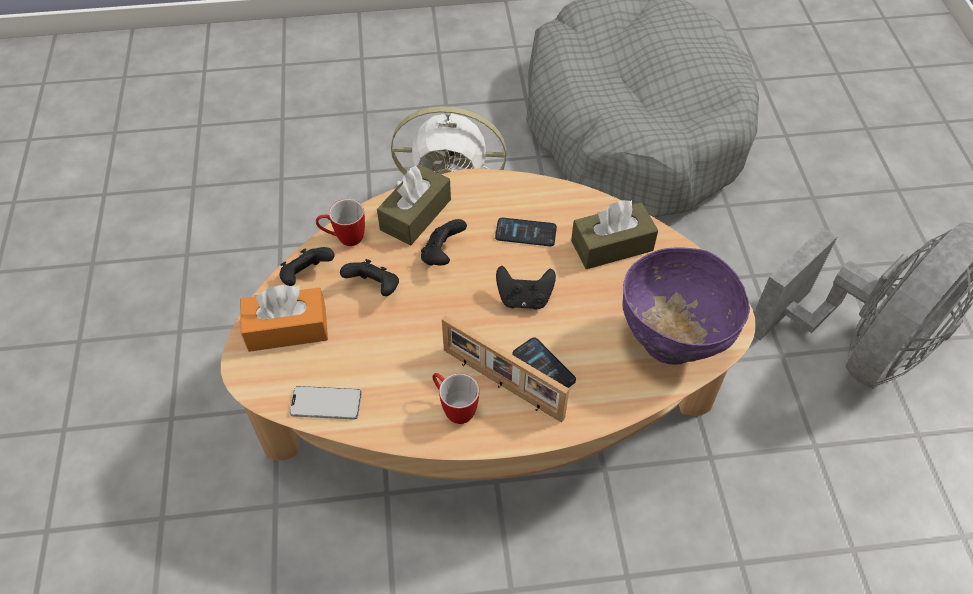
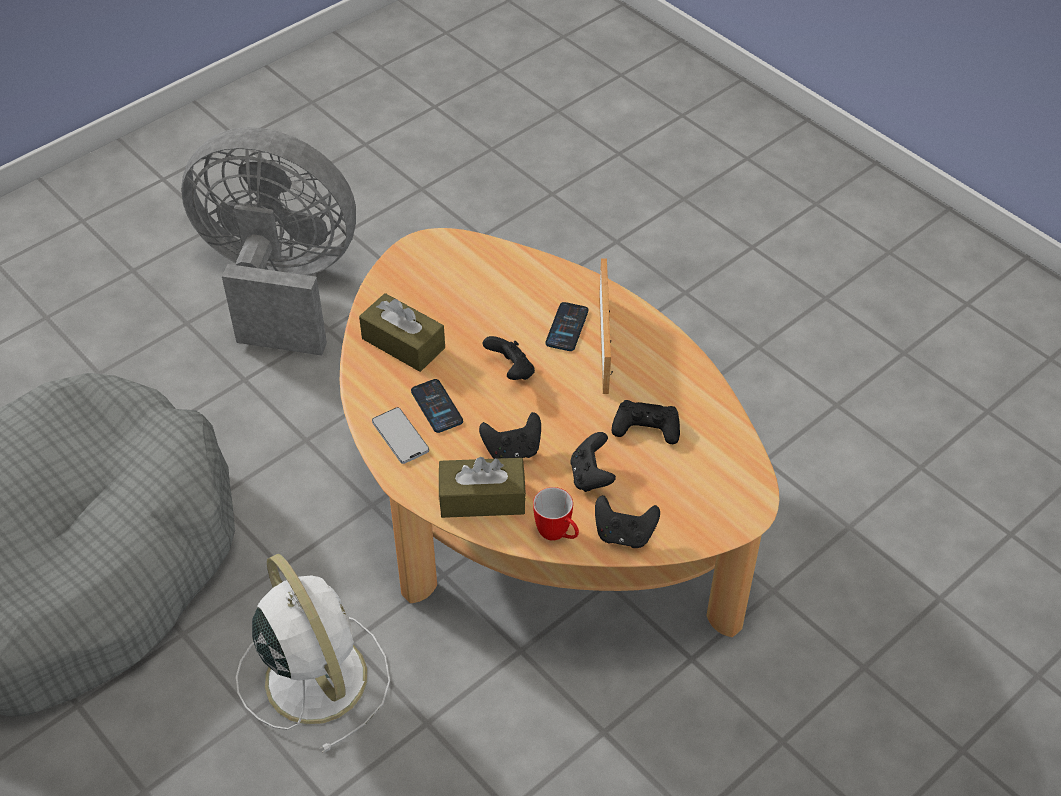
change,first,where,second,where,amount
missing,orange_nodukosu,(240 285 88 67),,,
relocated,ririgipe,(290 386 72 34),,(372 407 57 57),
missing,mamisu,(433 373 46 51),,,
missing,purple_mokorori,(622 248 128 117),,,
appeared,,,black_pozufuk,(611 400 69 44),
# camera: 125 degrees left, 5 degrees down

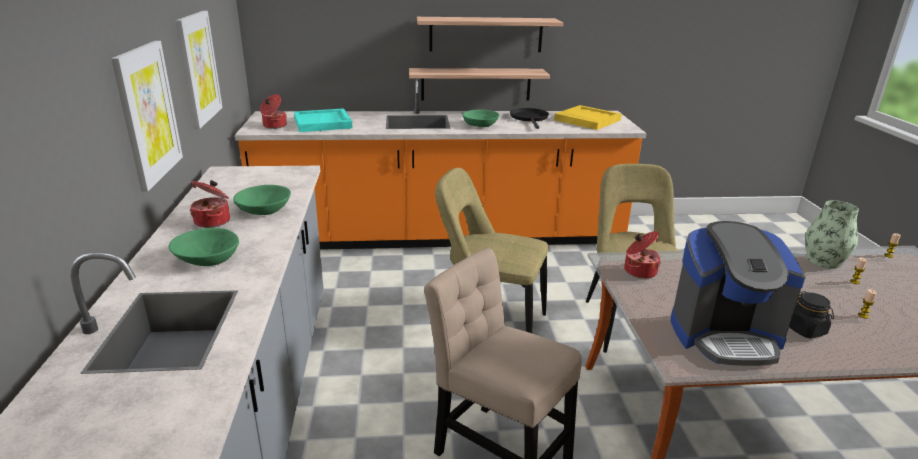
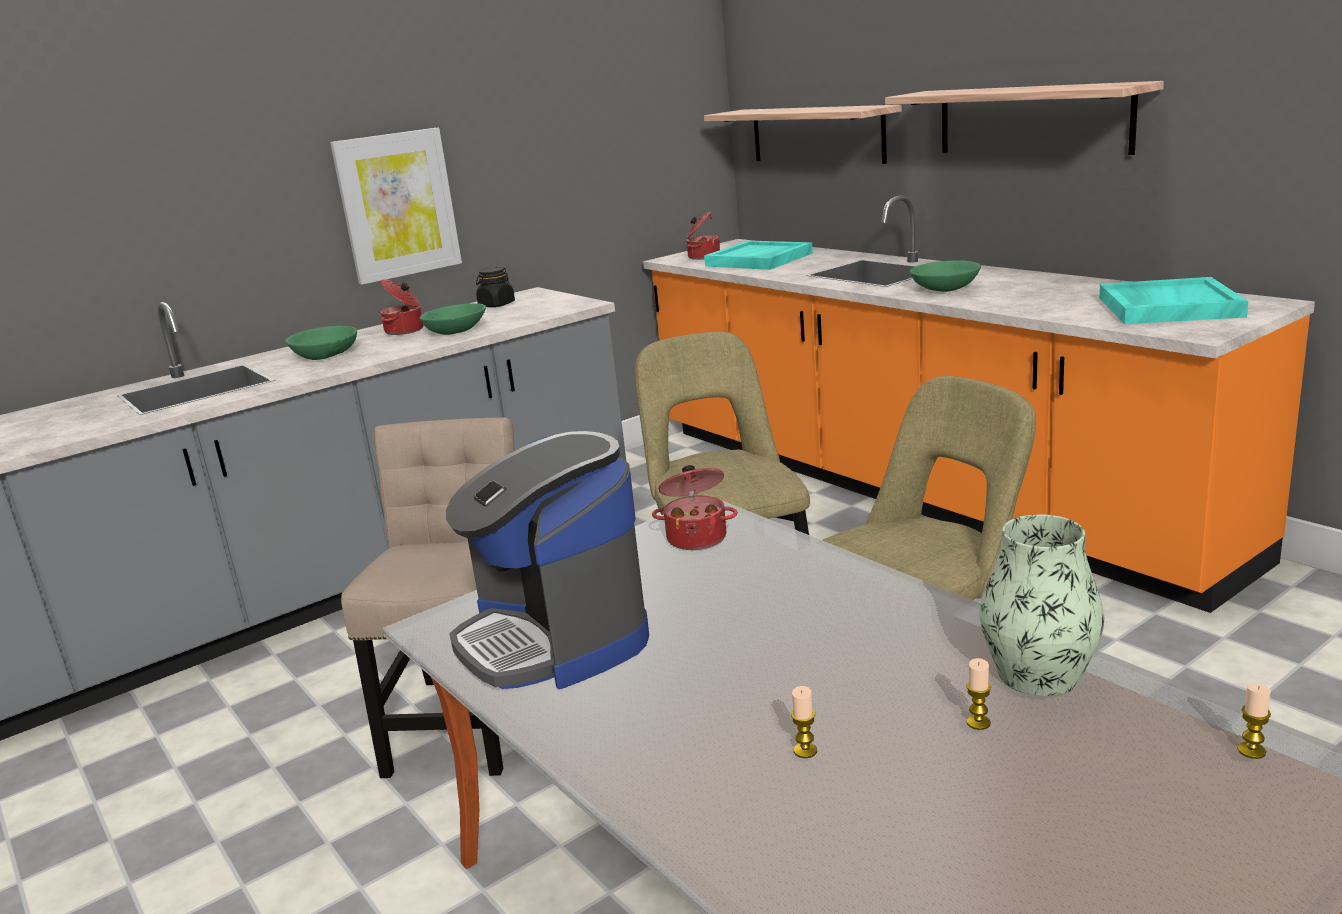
change,first,where,second,where,amount
missing,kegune,(176 11 47 118),,,
relocated,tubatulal,(409 68 141 33),,(704 105 198 59),
missing,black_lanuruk,(510 108 39 21),,,
colour,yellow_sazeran,(554 105 68 25),turquoise_sazeran,(1099 277 149 47),
relocated,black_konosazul,(789 291 45 48),,(476 267 39 40),
# camera: 60 degrees right, 5 degrees down

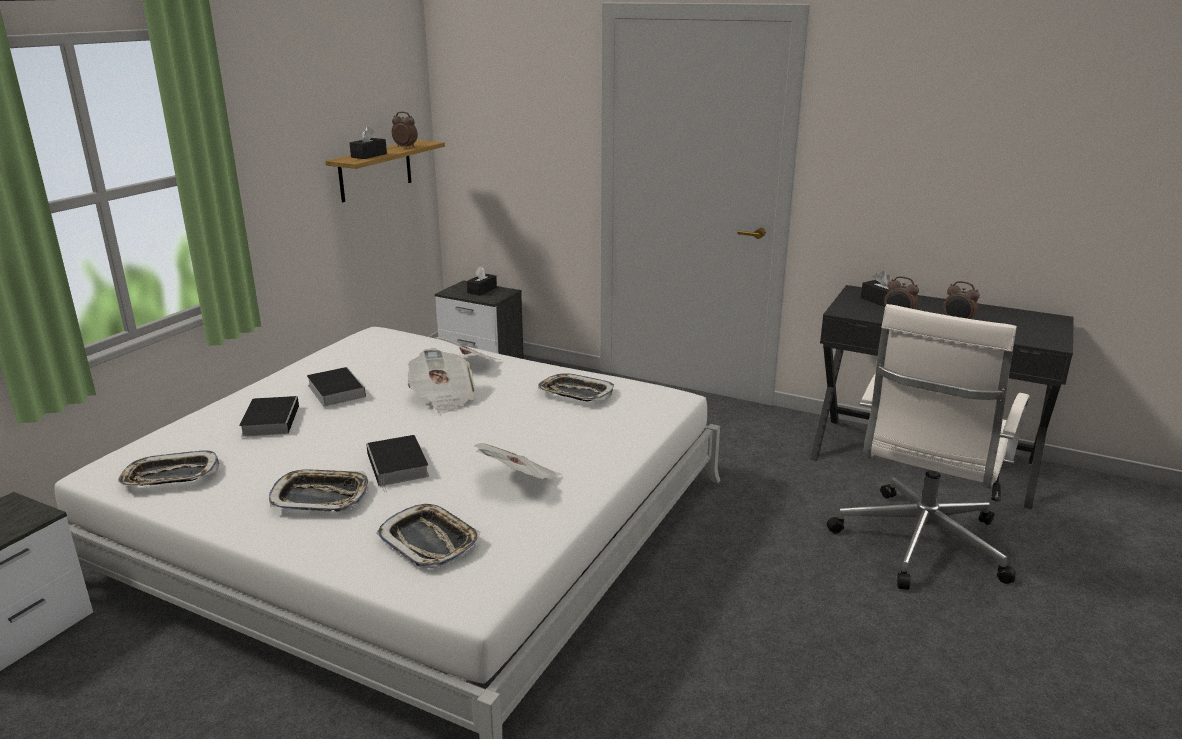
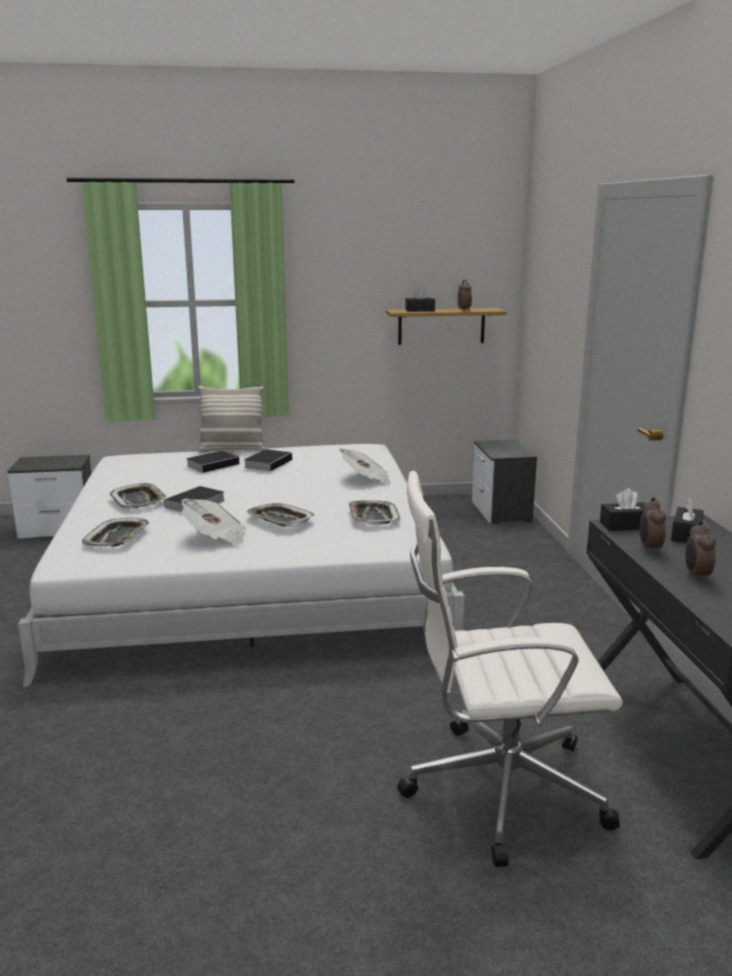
change,first,where,second,where,amount
relocated,sazeran,(118 450 102 36),,(246 503 70 23),
missing,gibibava,(408 348 68 65),,,
relocated,black_nodukosu,(467 266 30 30),,(600 488 46 43),
appeared,,,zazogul,(198 386 67 67),
# camera: 55 degrees right, 5 degrees down

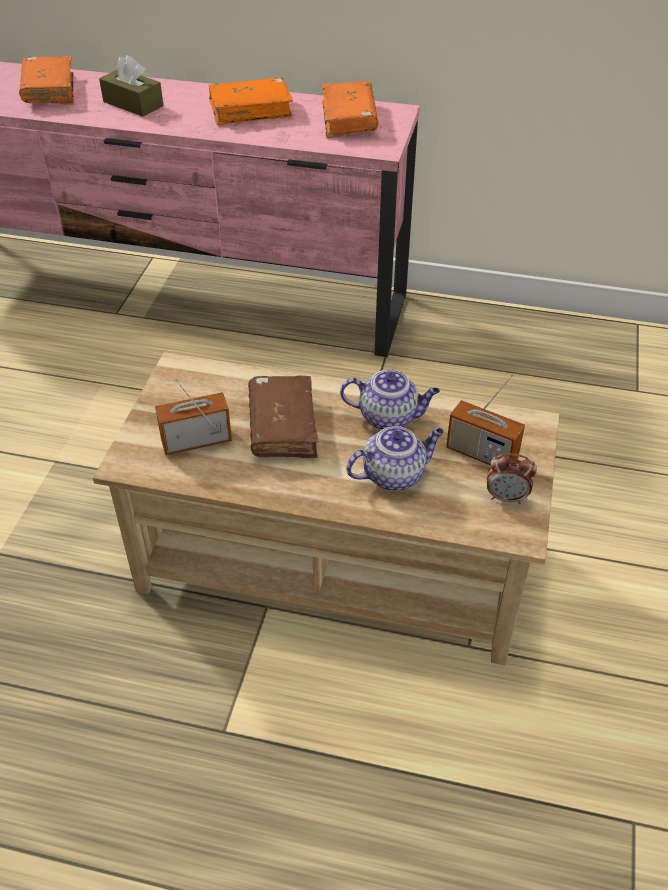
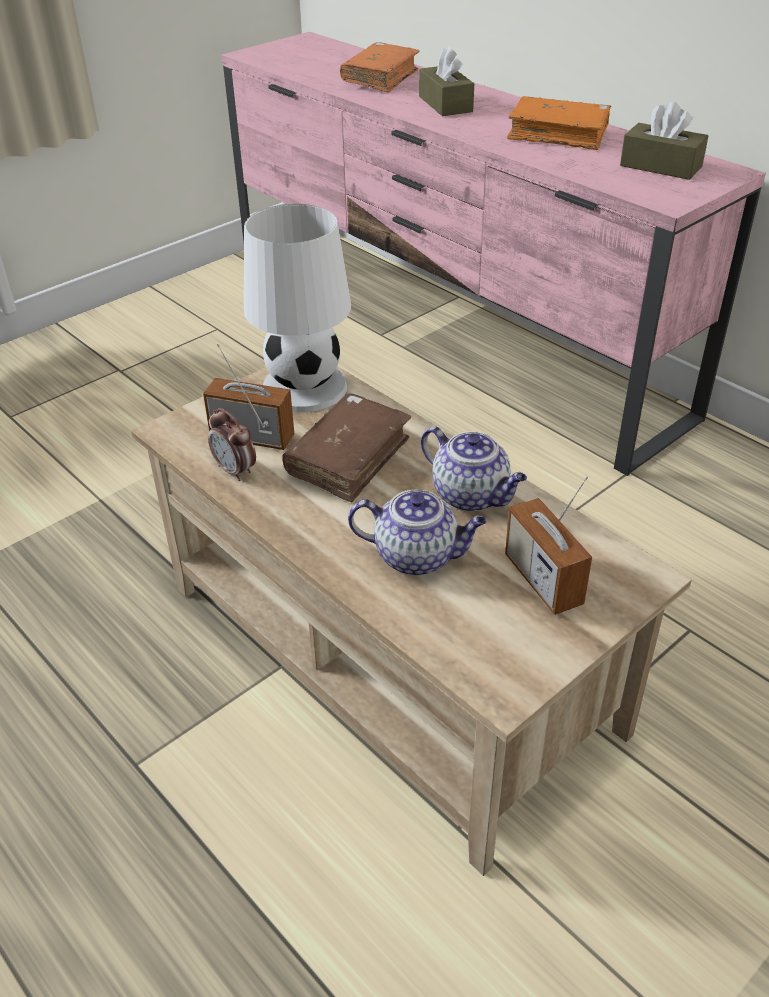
change,first,where,second,where,amount
exchanged,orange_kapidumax,(321 81 57 57),brown_nodukosu,(620 102 88 78),
relocated,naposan,(487 453 50 51),,(208 408 48 73),
appeared,,,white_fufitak,(244 204 107 209),
# camera: 35 degrees right, 5 degrees down

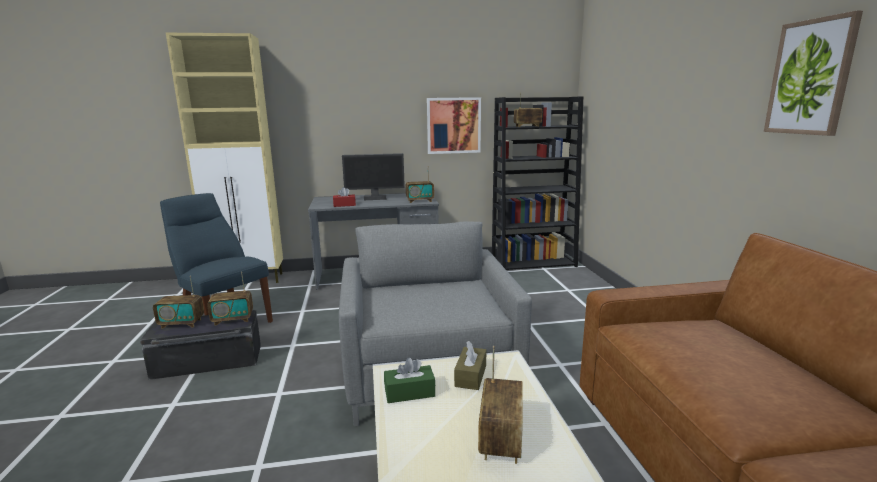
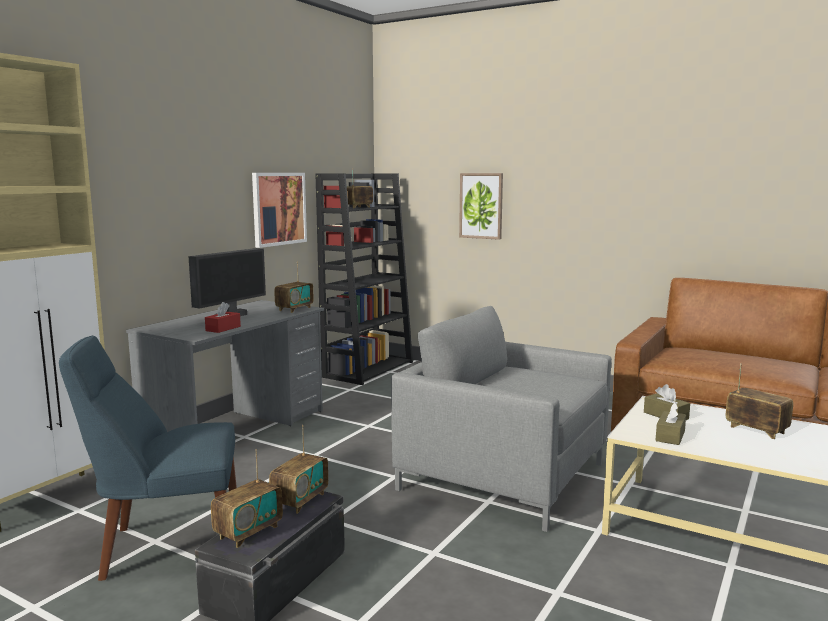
change,first,where,second,where,amount
colour,green_nodukosu,(384 358 51 45),brown_nodukosu,(655 402 31 43),
relocated,kegune,(764 11 99 125),,(459 173 44 67),
# camera: 50 degrees left, 5 degrees down

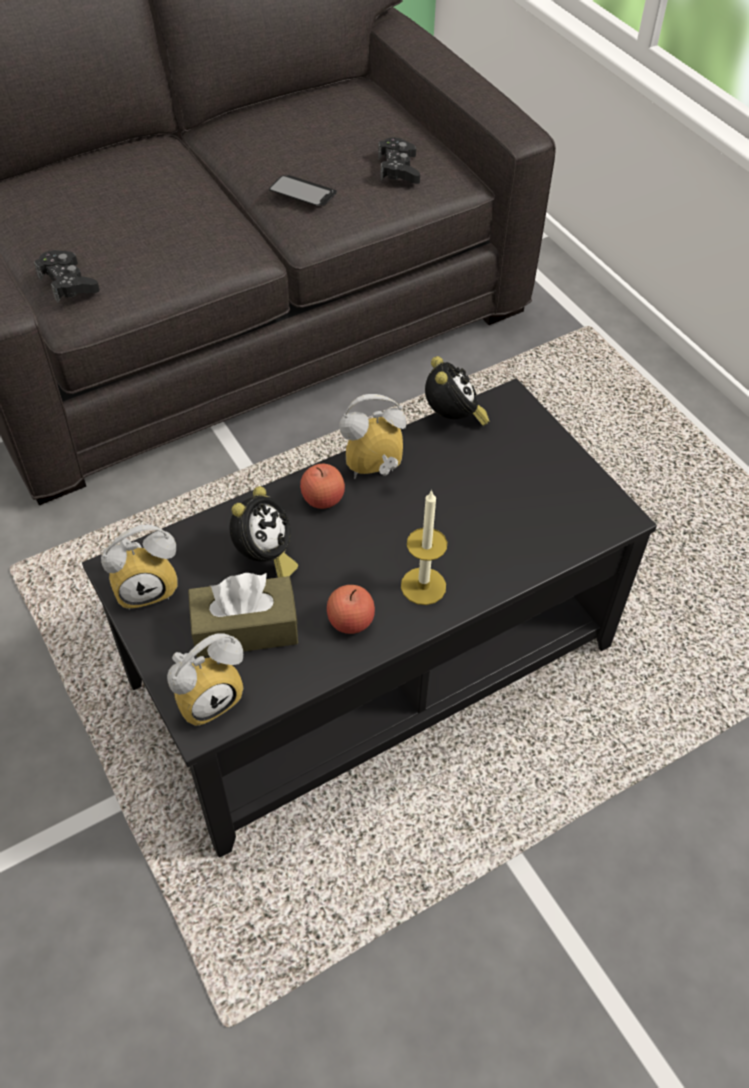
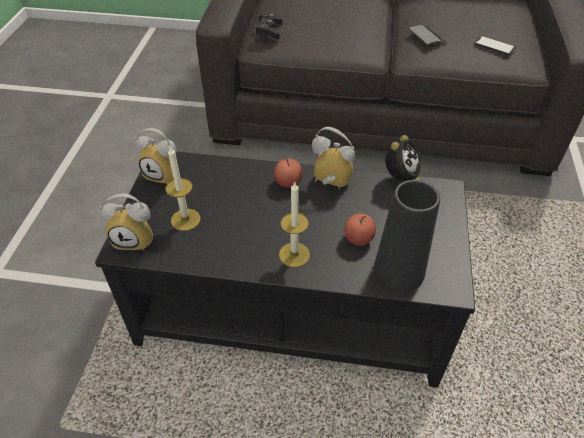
change,first,where,second,where,amount
exchanged,brown_nodukosu,(188 573 110 84),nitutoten,(166 146 35 85),
missing,naposan,(229 486 69 92),,,
relocated,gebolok,(327 585 48 49),,(344 214 32 32),
exchanged,black_pozufuk,(378 137 42 47),ririgipe,(474 35 42 20),
appeared,,,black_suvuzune,(374 180 66 112),
# camera: 40 degrees right, 5 degrees down

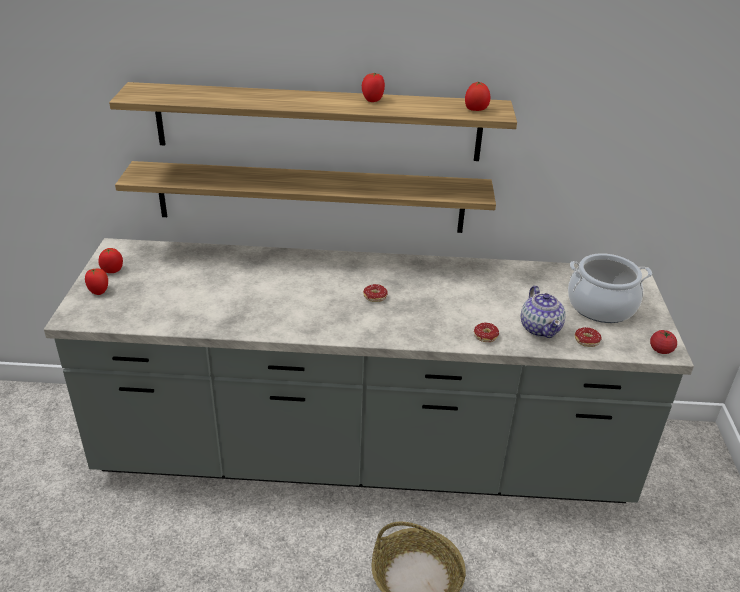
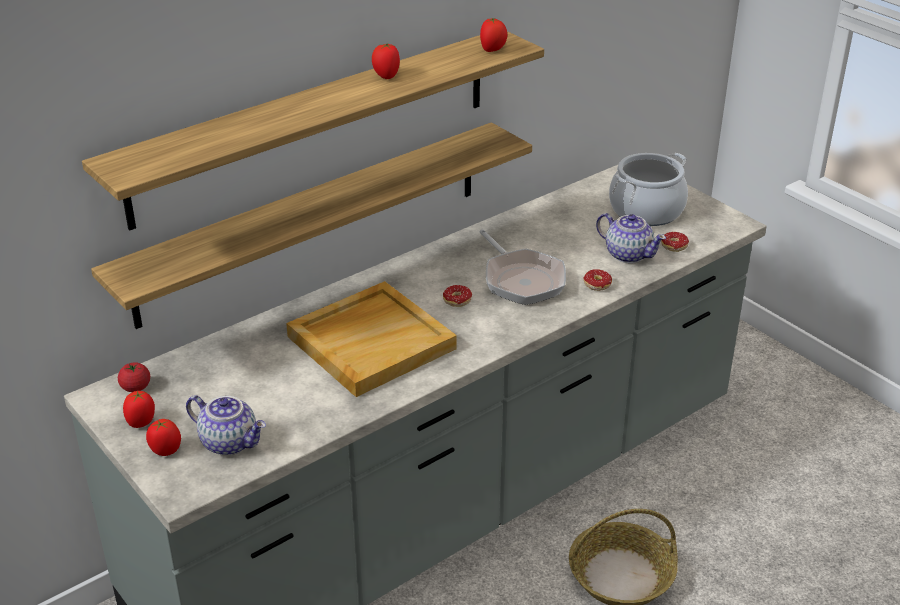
change,first,where,second,where,amount
relocated,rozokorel,(650 330 27 24),,(118 362 32 30),
appeared,,,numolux,(186 395 80 60),
appeared,,,beige_sazeran,(286 281 171 116),
appeared,,,lanuruk,(479 229 87 76),
# camera: 40 degrees left, 0 degrees up

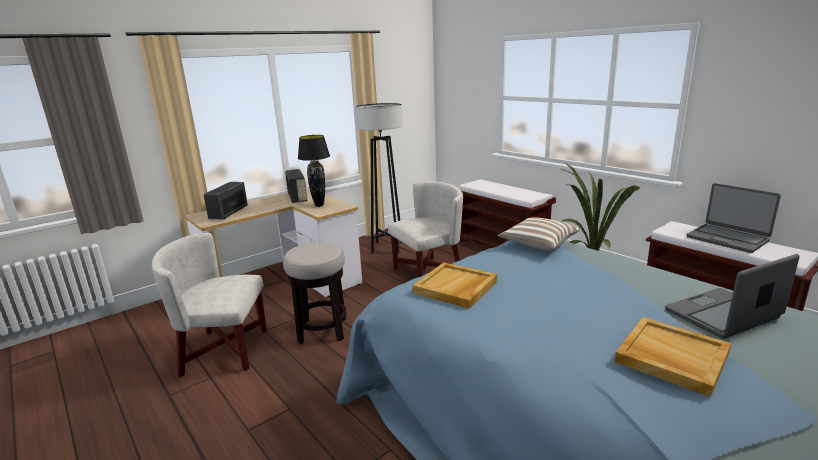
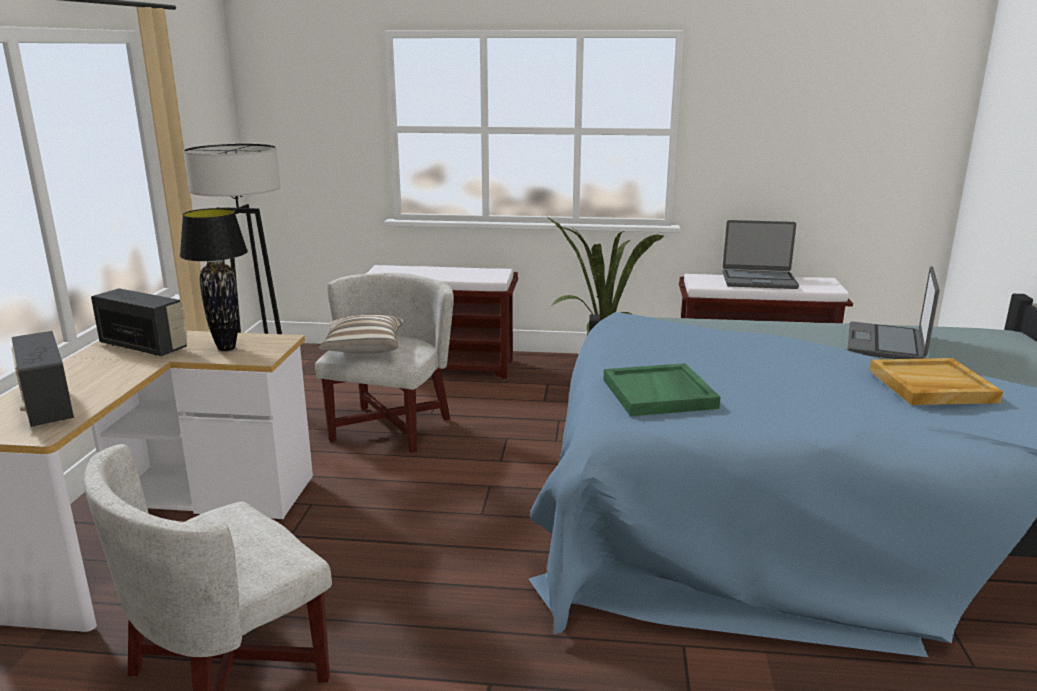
change,first,where,second,where,amount
missing,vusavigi,(283 242 64 102),,,
colour,beige_sazeran,(412 262 85 47),green_sazeran,(604 363 117 53),
relocated,zazogul,(498 217 82 34),,(318 315 86 39),
# camera: 45 degrees left, 0 degrees up

